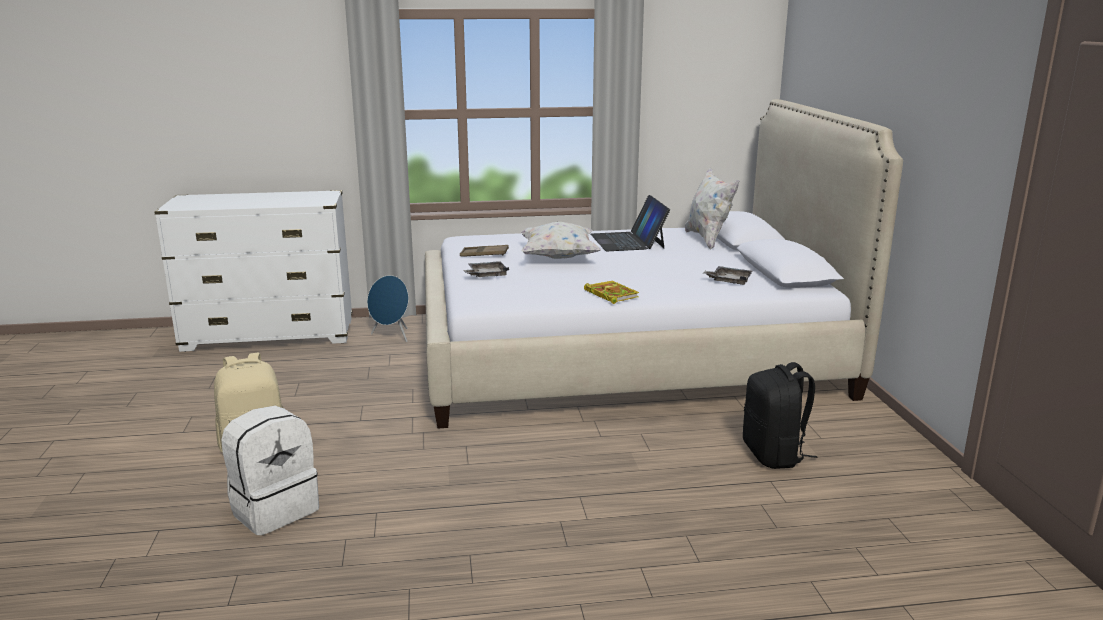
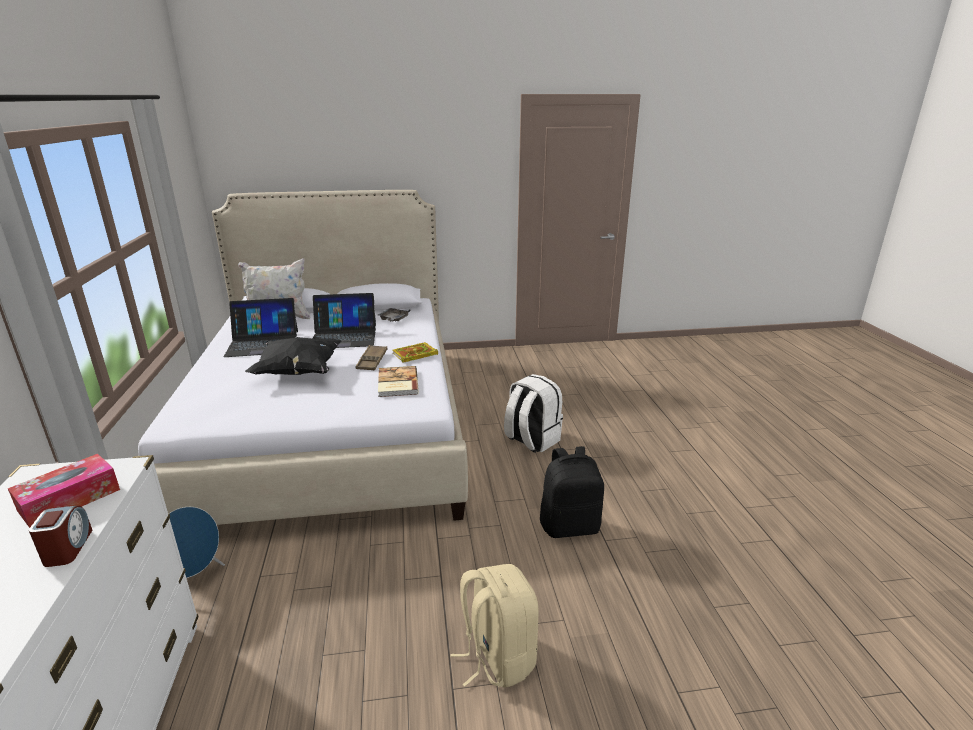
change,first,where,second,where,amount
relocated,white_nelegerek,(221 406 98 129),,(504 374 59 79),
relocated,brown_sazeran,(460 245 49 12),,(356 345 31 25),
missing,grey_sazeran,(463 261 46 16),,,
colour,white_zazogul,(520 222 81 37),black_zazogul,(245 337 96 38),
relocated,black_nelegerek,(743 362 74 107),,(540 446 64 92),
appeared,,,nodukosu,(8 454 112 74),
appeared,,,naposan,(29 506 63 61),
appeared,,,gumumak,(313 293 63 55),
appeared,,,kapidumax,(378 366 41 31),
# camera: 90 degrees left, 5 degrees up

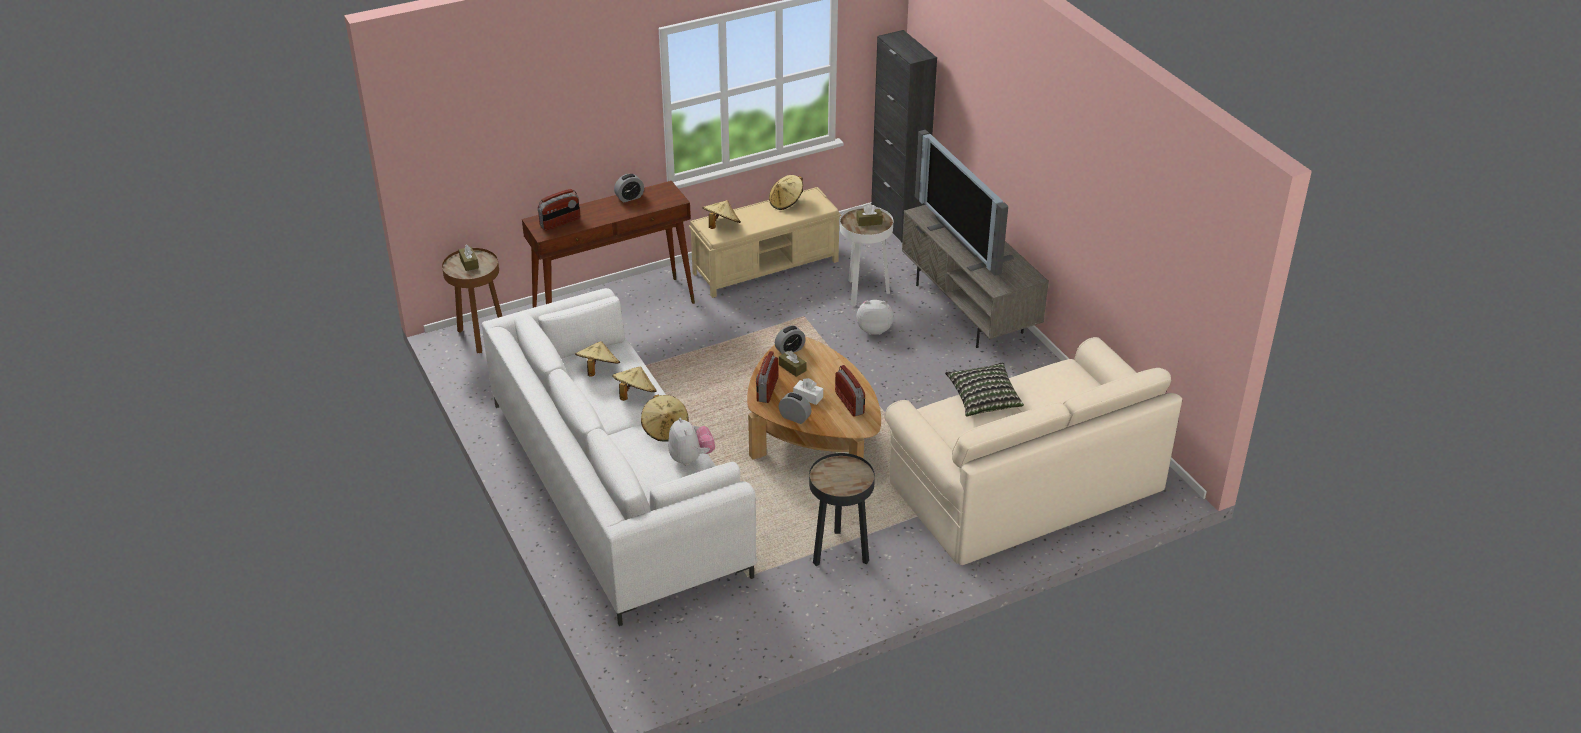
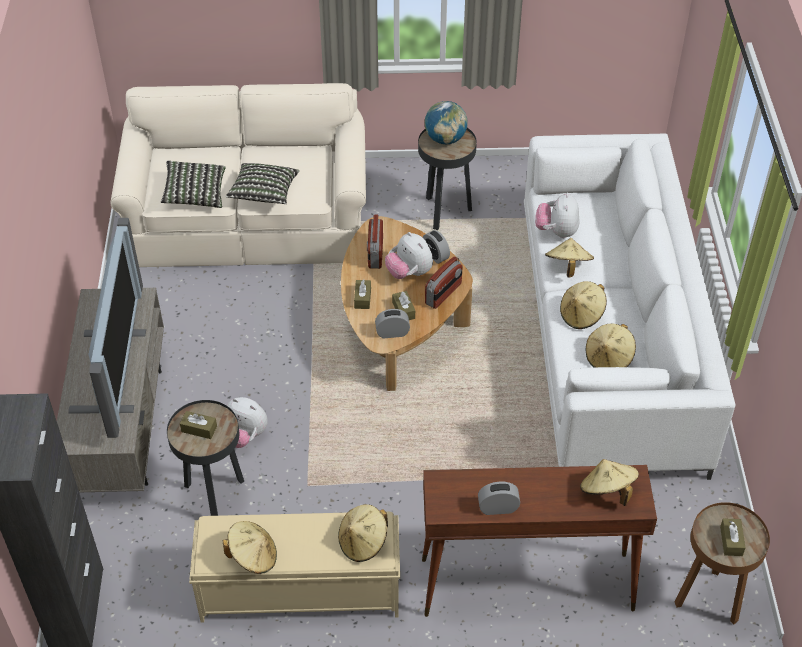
change,first,where,second,where,amount
exchanged,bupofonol,(538 189 42 42),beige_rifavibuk,(580 459 59 47),
exchanged,white_nodukosu,(793 378 30 27),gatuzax,(385 232 48 47),
colour,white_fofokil,(840 206 53 100),black_fofokil,(167 400 77 116),
appeared,,,zazogul,(161 161 65 47),
appeared,,,brown_nodukosu,(354 279 17 30),
appeared,,,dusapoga,(424 101 44 43),
# camera: 155 degrees left, 10 degrees up

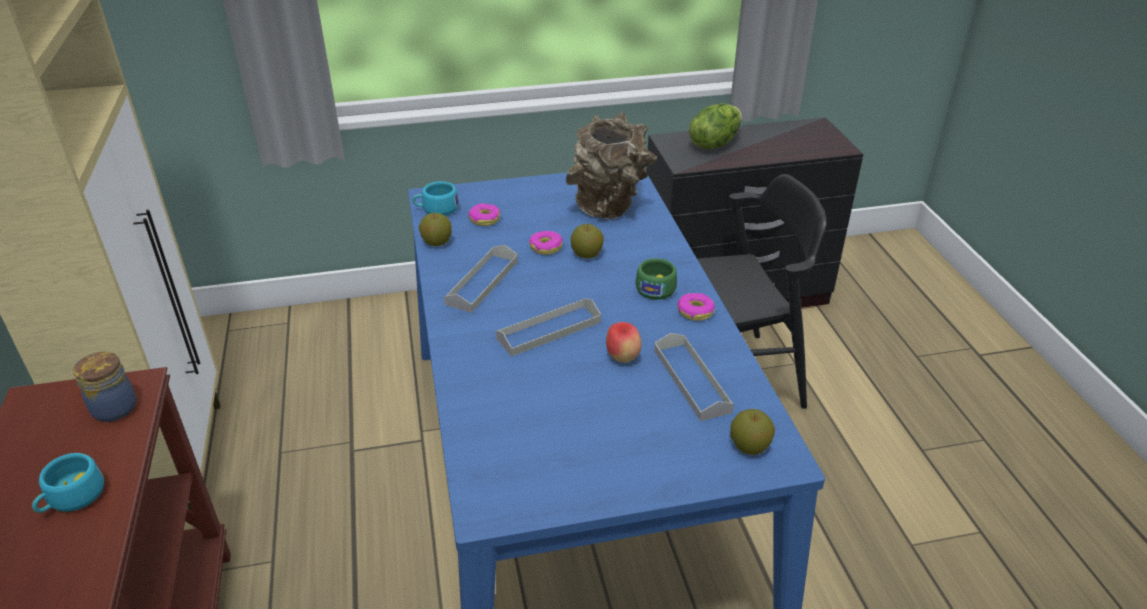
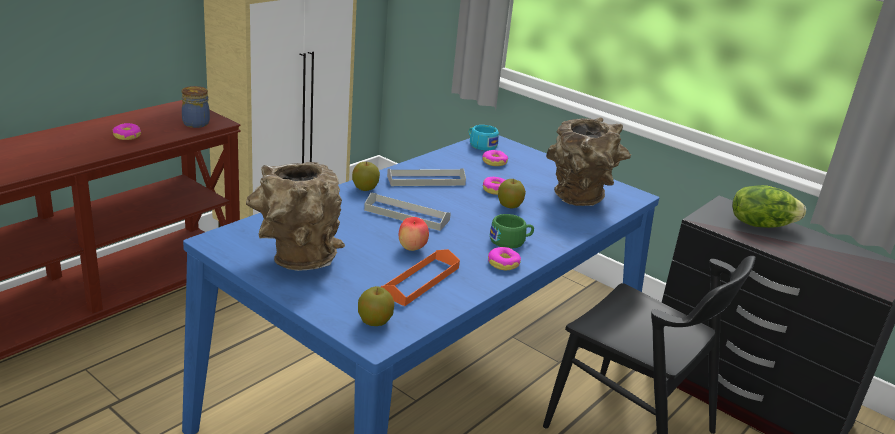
change,first,where,second,where,amount
exchanged,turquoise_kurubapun,(32 453 72 60),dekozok,(113 123 28 17),
relocated,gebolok,(419 213 33 33),,(352 161 28 30),
colour,grey_sazeran,(654 333 80 88),orange_sazeran,(381 249 79 57),
appeared,,,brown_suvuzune,(246 162 99 109),
# camera: 50 degrees right, 10 degrees down

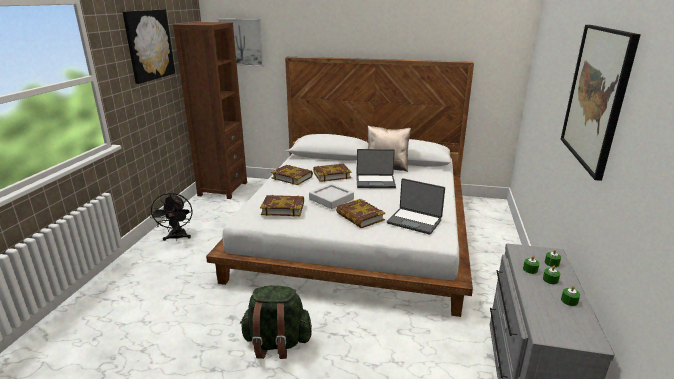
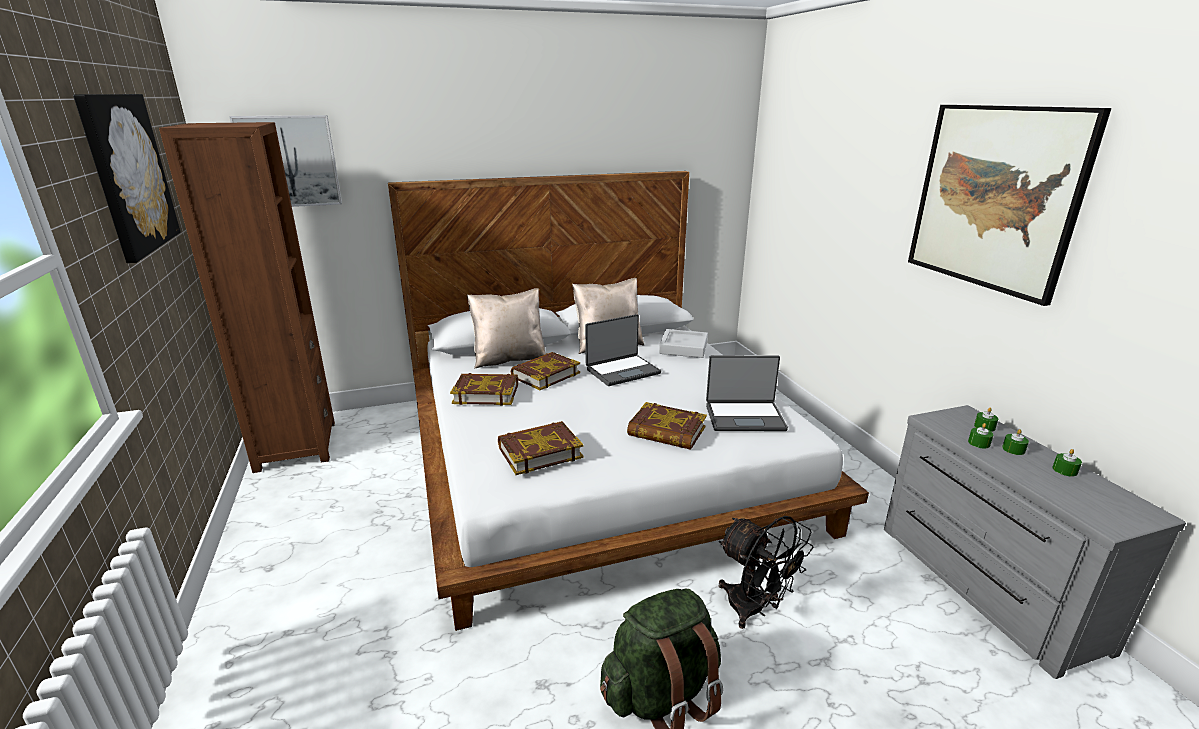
change,first,where,second,where,amount
relocated,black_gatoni,(150 193 43 48),,(719 516 95 113),
relocated,grey_sazeran,(309 183 45 26),,(659 329 49 29),
appeared,,,beige_zazogul,(467 288 79 81),
# camera: 30 degrees left, 0 degrees up

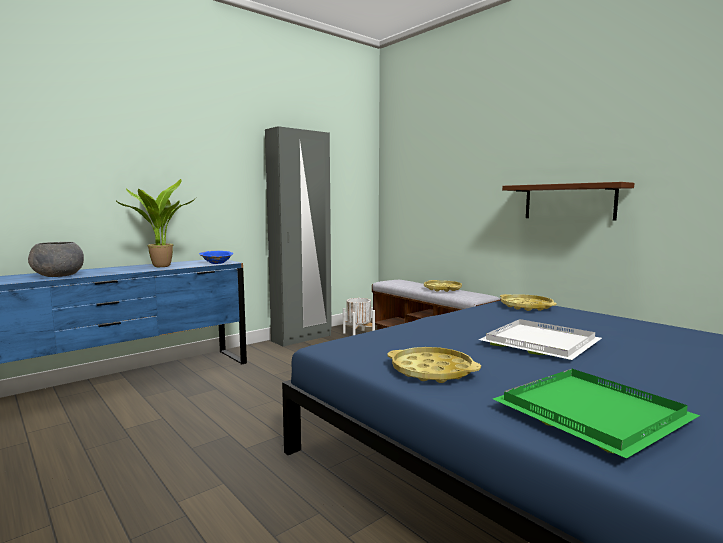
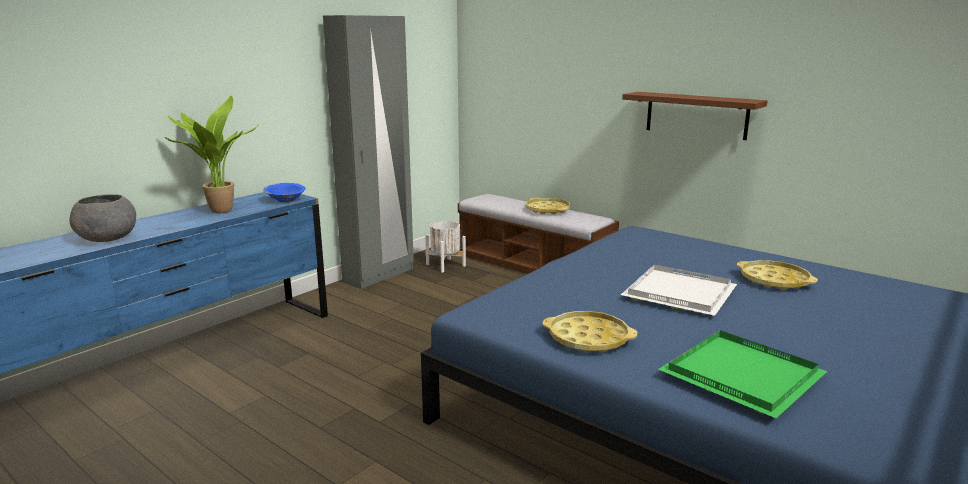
change,first,where,second,where,amount
relocated,yellow_sazeran,(500 294 56 17),,(737 260 81 30),
# camera: 10 degrees left, 10 degrees up

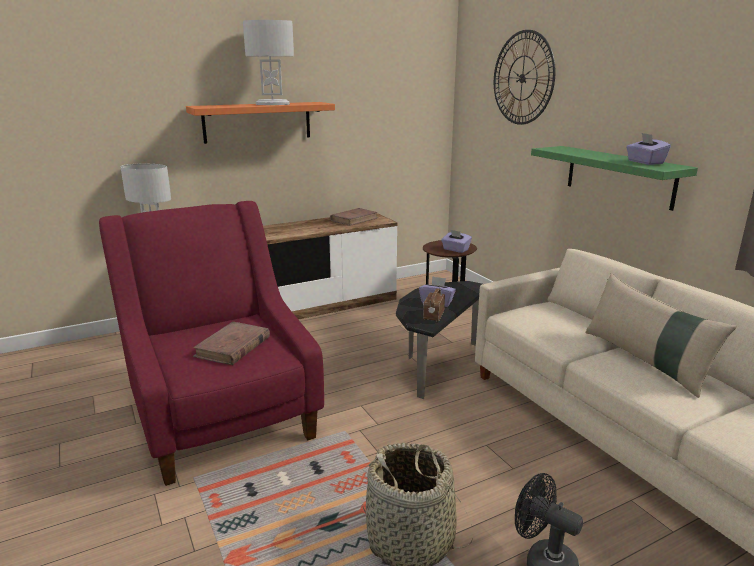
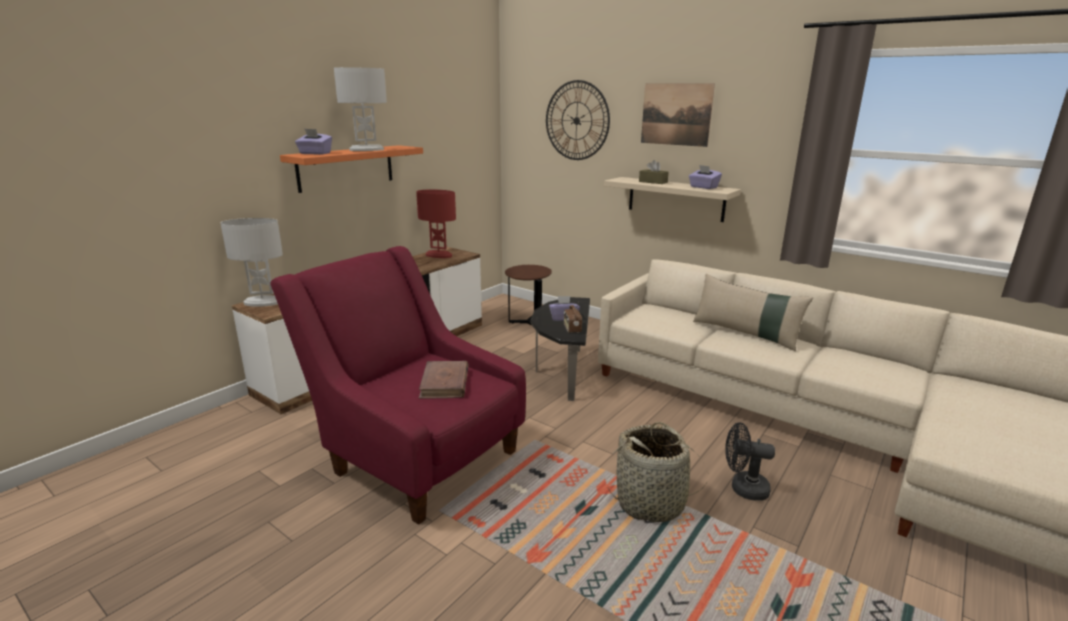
change,first,where,second,where,amount
exchanged,brown_kapidumax,(330 208 49 18),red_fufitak,(416 189 40 69),
relocated,purple_nodukosu,(441 230 31 23),,(295 128 37 27),
colour,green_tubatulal,(531 146 167 65),beige_tubatulal,(604 177 137 45),
appeared,,,brown_nodukosu,(639 160 30 24),
appeared,,,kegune,(641 83 74 64),
# camera: 25 degrees left, 0 degrees up

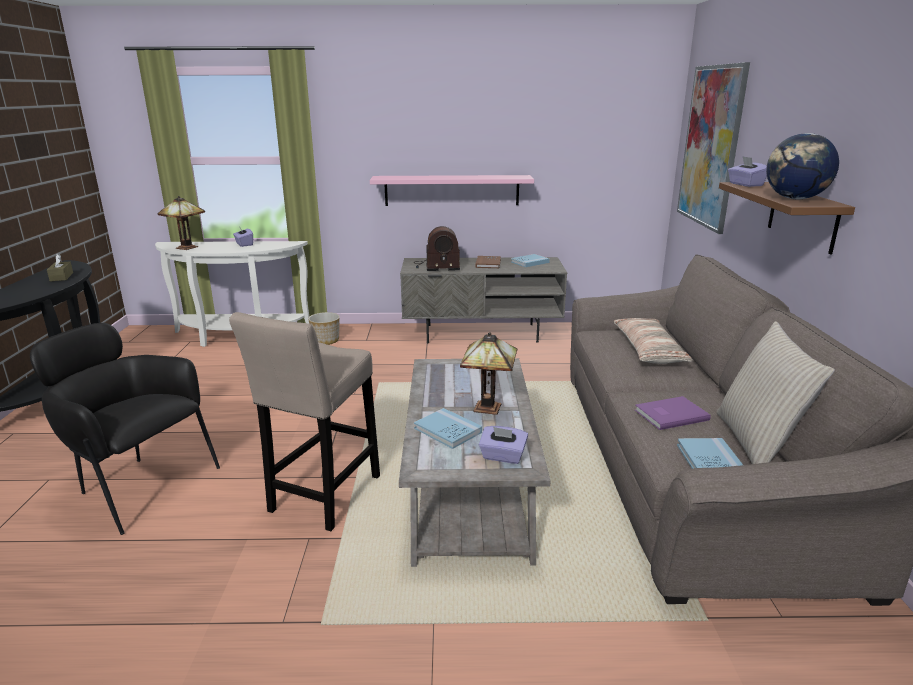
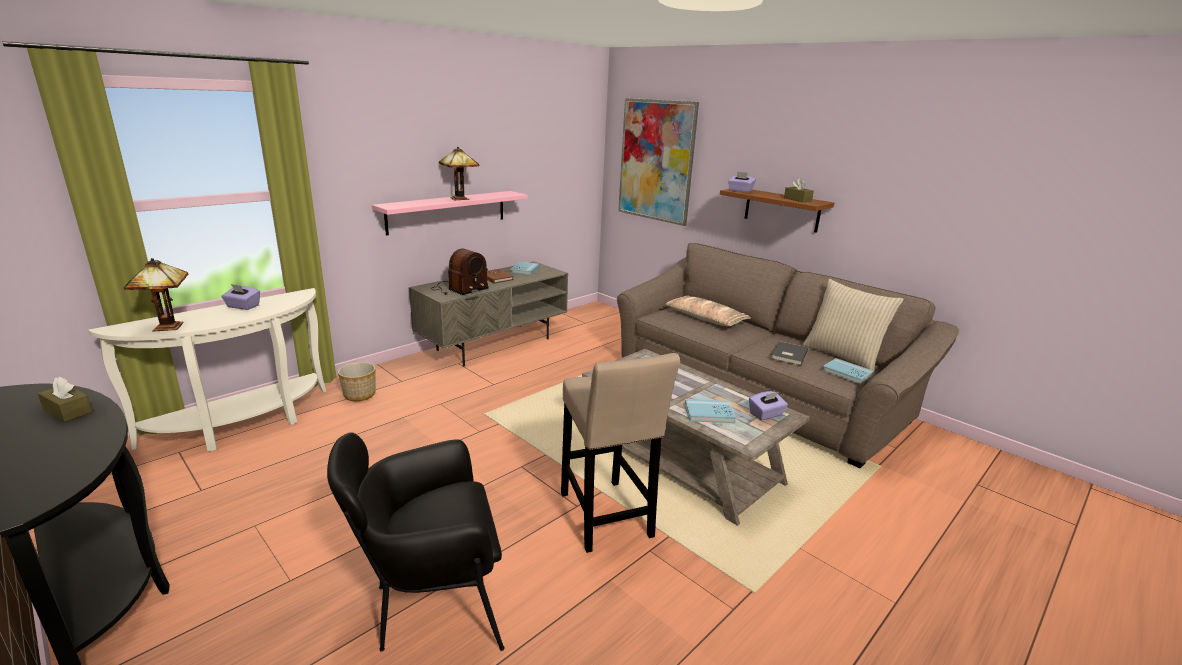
change,first,where,second,where,amount
relocated,fufitak,(460 332 57 83),,(439 147 40 53),
colour,purple_kapidumax,(635 396 76 34),grey_kapidumax,(770 341 38 24),
exchanged,dusapoga,(766 133 73 66),brown_nodukosu,(784 178 30 24),
# camera: 45 degrees left, 0 degrees up

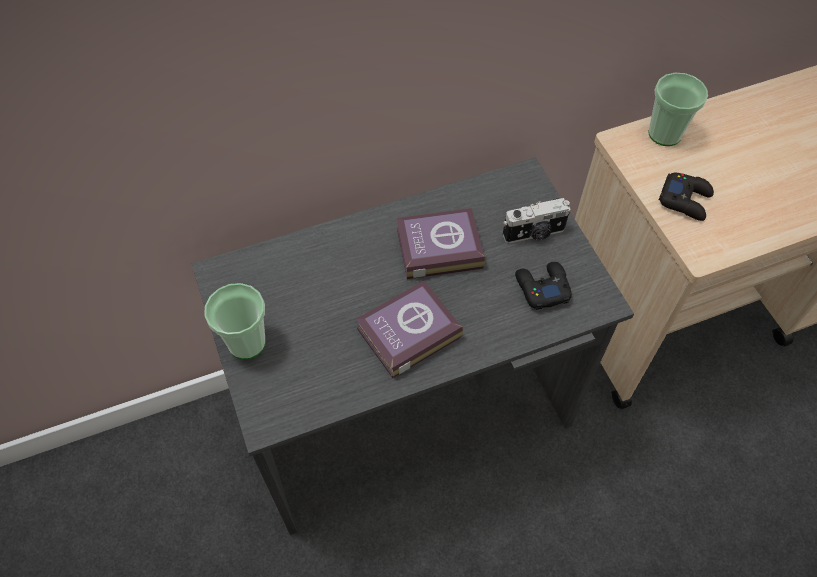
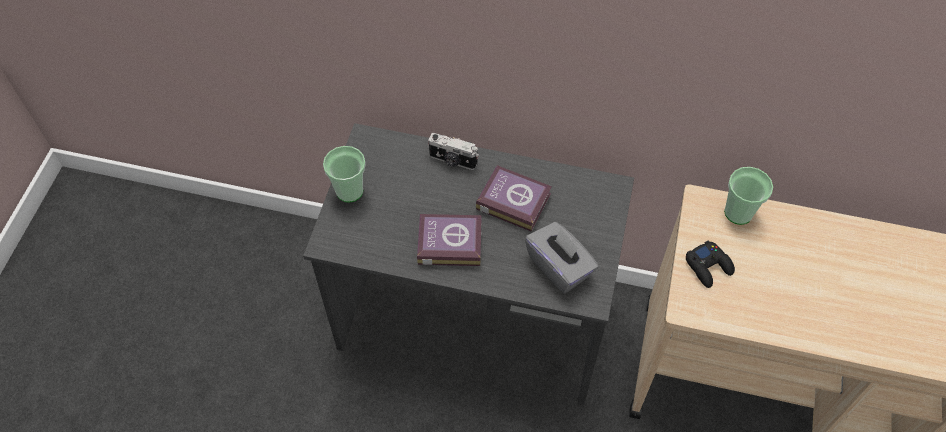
change,first,where,second,where,amount
relocated,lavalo,(503 198 68 45),,(428 133 51 37),
exchanged,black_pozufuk,(515 262 57 48),grey_nodukosu,(525 222 73 72),
# camera: 35 degrees right, 0 degrees up

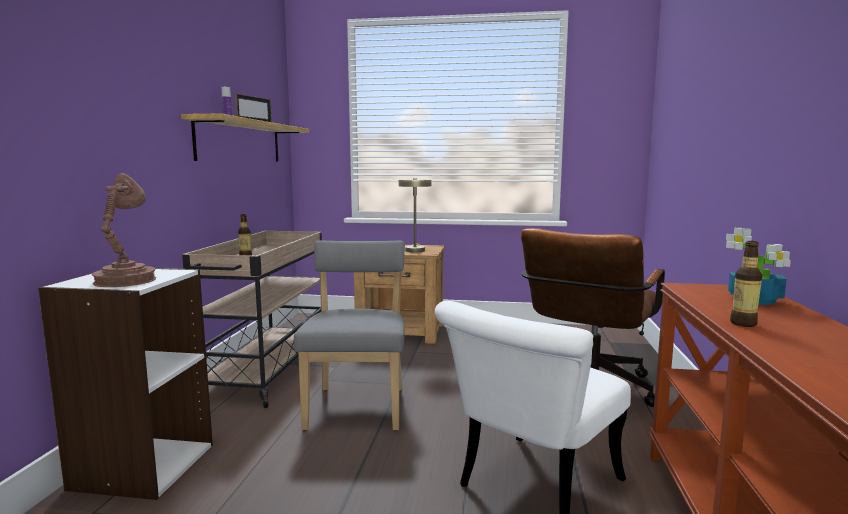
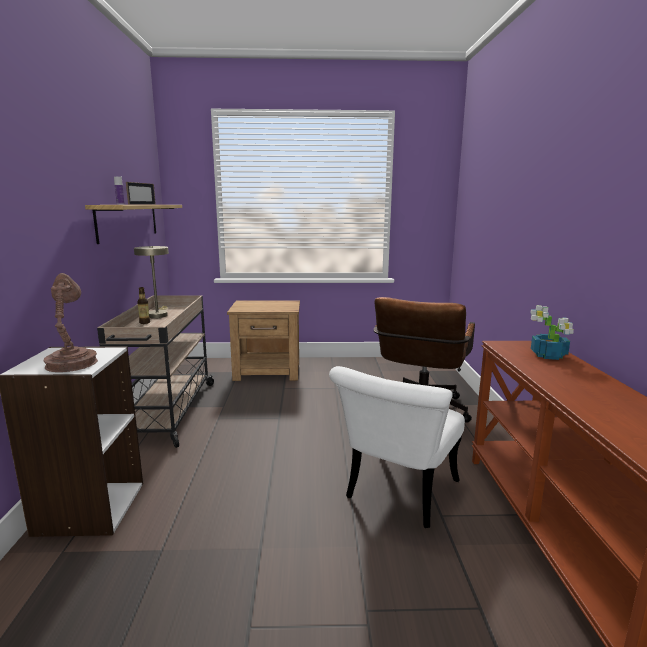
change,first,where,second,where,amount
missing,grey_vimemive,(294 240 111 191),,,
relocated,beige_fufitak,(398 178 33 75),,(134 246 35 72),
missing,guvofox,(730 241 32 86),,,
# camera: 10 degrees left, 5 degrees up

